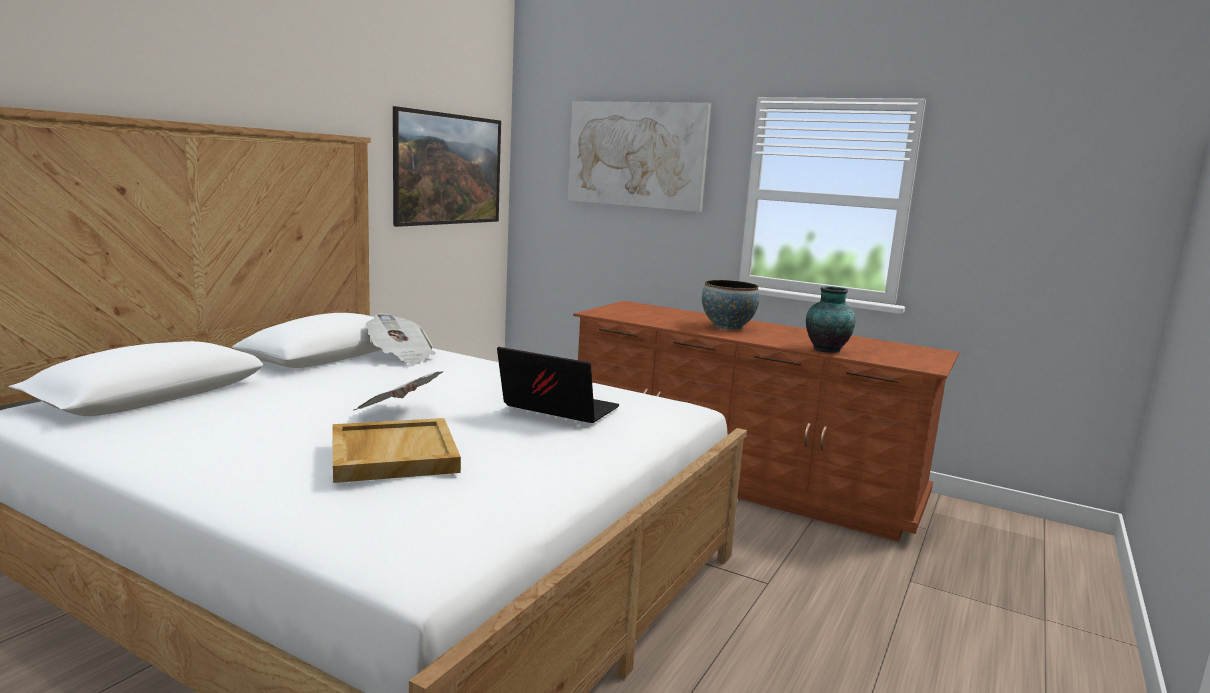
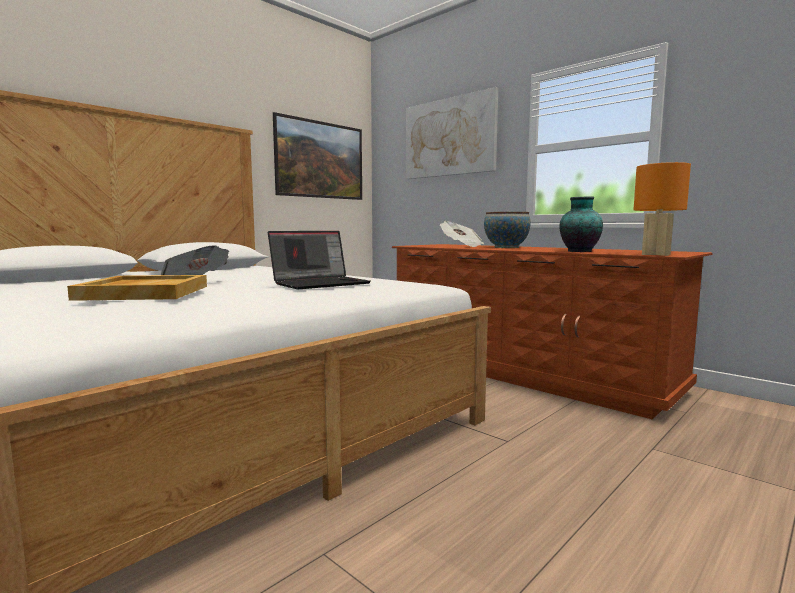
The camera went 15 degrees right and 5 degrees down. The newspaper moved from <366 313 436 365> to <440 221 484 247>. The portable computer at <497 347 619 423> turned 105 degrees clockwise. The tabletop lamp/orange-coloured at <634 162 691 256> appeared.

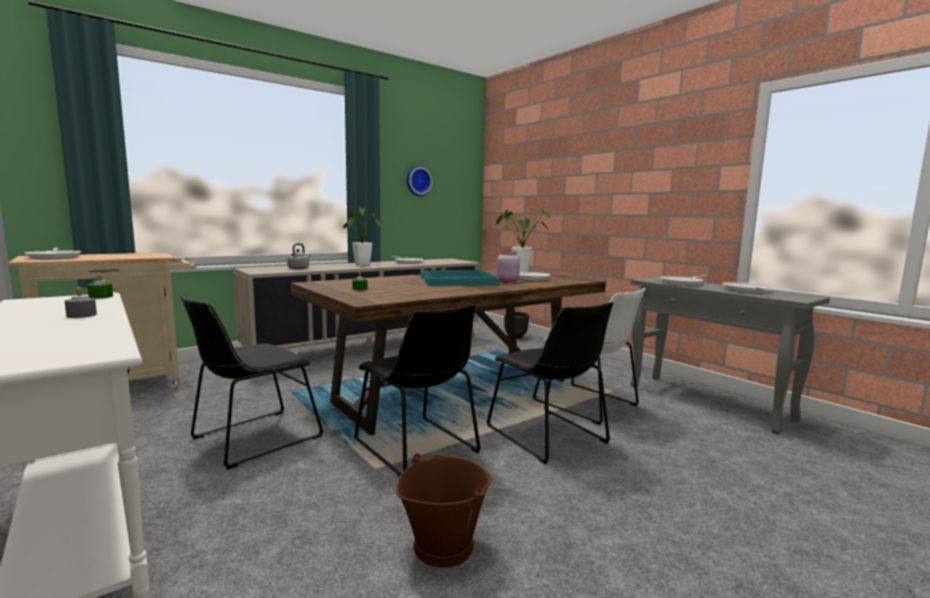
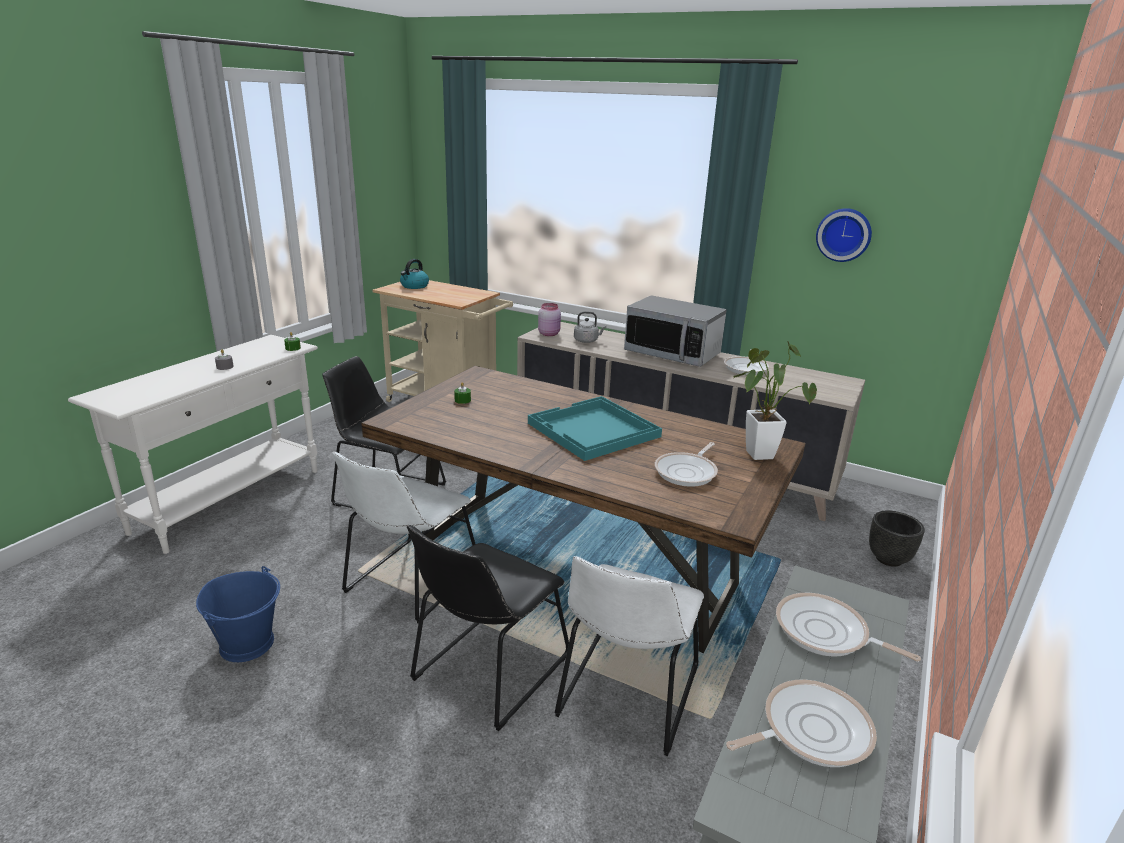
The camera went 65 degrees right and 15 degrees up. The houseplant at <343 207 383 266> was replaced by the microwave at <624 295 727 367>. The skillet at <25 248 81 259> was replaced by the kettle at <400 259 429 289>. The preserve jar/pink moved from <497 251 520 283> to <538 303 561 336>. The plain chair/blackish at <354 304 481 477> became the plain chair/whitish at <332 452 475 623>. The pail/brownish at <396 453 492 567> became the pail/blue at <196 566 280 662>.

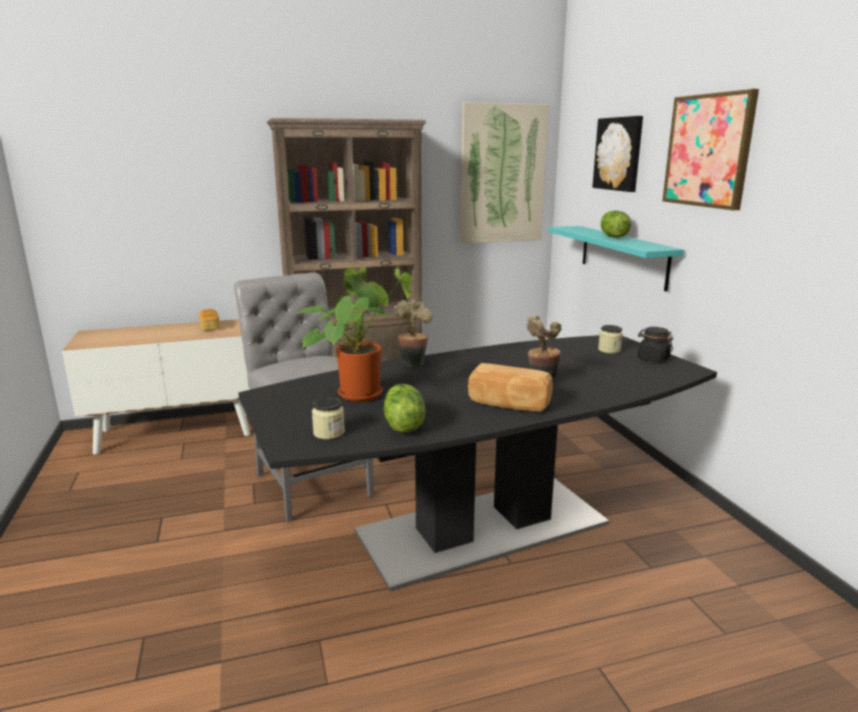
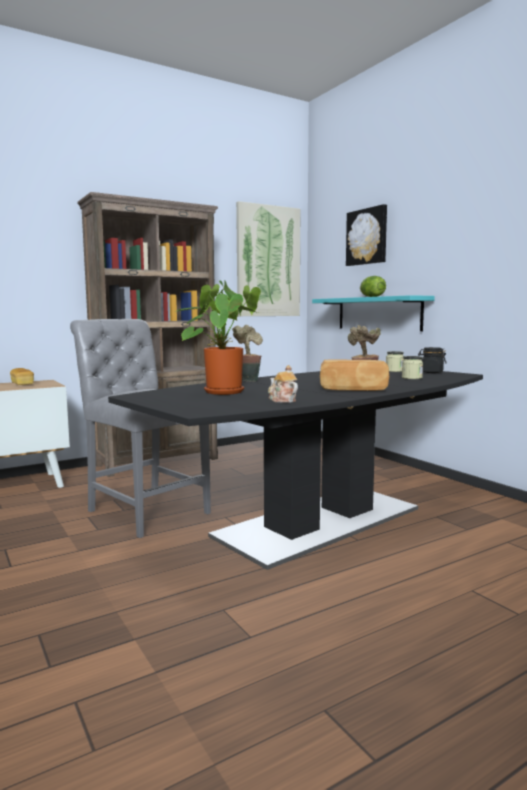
The camera went 15 degrees left and 10 degrees down. The picture at <662 89 759 210> disappeared. The head of lettuce at <384 384 426 433> was replaced by the pot for tea at <268 365 298 403>. The preserve jar moved from <312 397 345 439> to <402 356 423 379>.

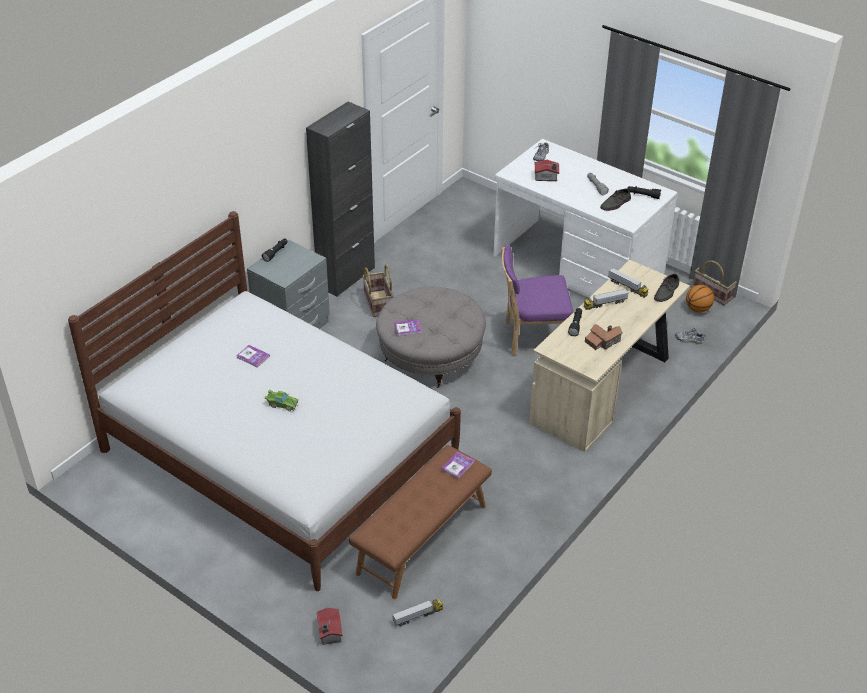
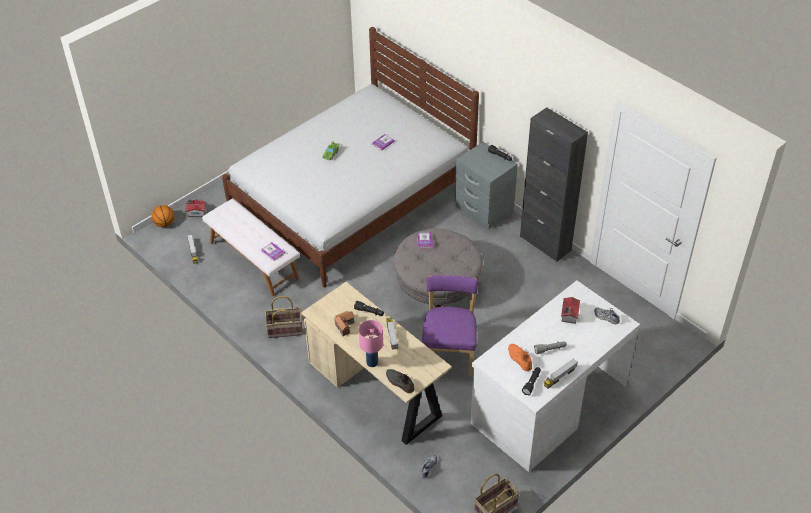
The camera went 100 degrees right and 5 degrees up. The low shoe/grey at <600 188 631 211> became the low shoe/orange-coloured at <508 344 532 371>. The basket moved from <363 264 394 317> to <265 296 303 338>. The toy truck moved from <608 268 649 297> to <544 358 578 389>. The ball for basketball moved from <686 285 714 312> to <152 205 174 227>. The indoor bench/brownish at <349 445 492 599> became the indoor bench/whitish at <202 199 300 296>. The tabletop lamp/pink at <359 320 383 367> appeared.

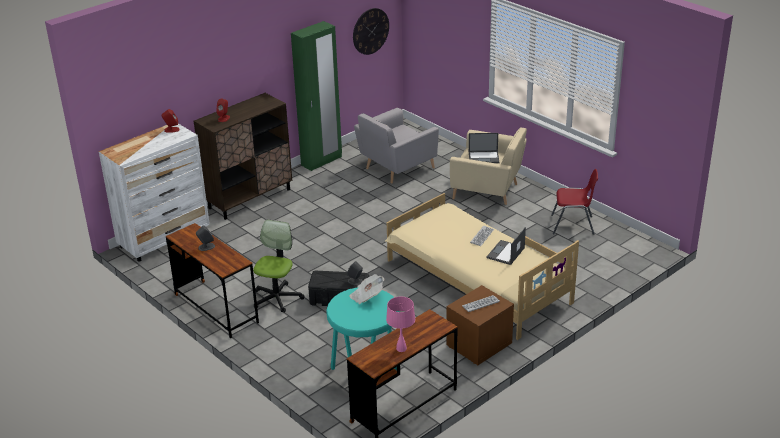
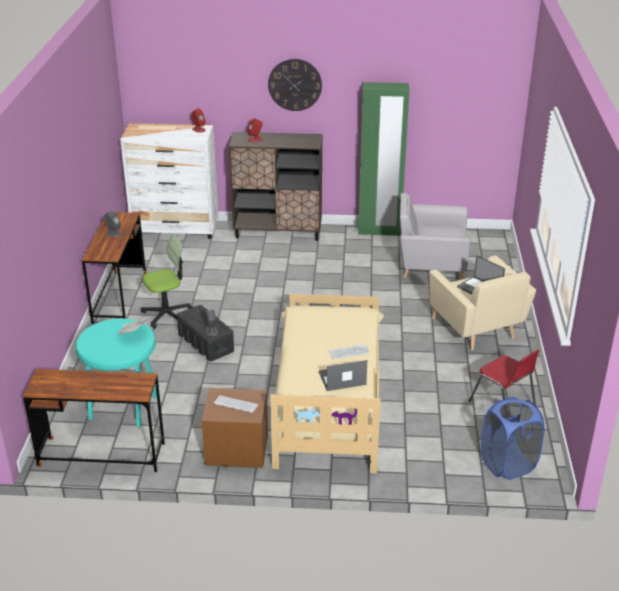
The camera went 45 degrees right and 0 degrees up. The wall clock moved from <353 8 389 55> to <268 59 322 111>. The tabletop lamp/pink at <386 297 415 352> disappeared. The laundry basket/blue at <481 397 545 480> appeared.

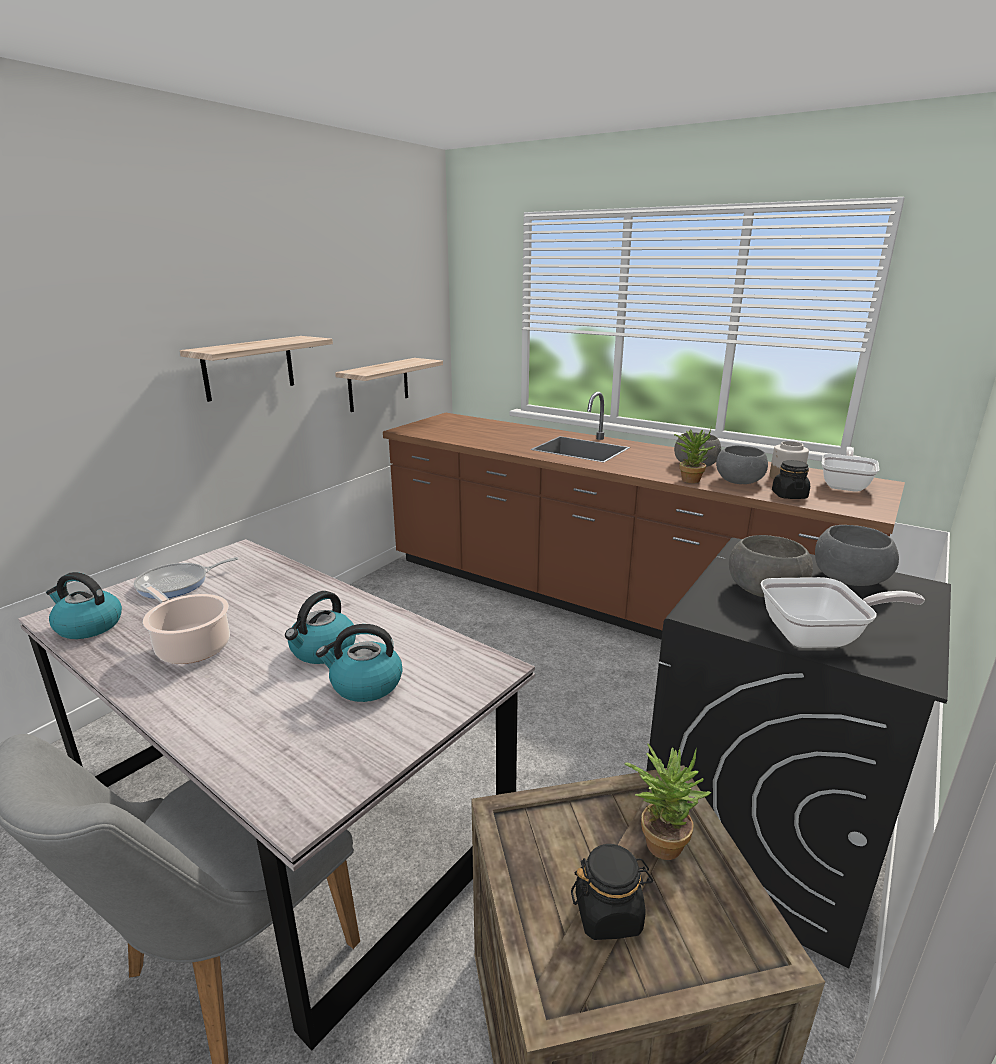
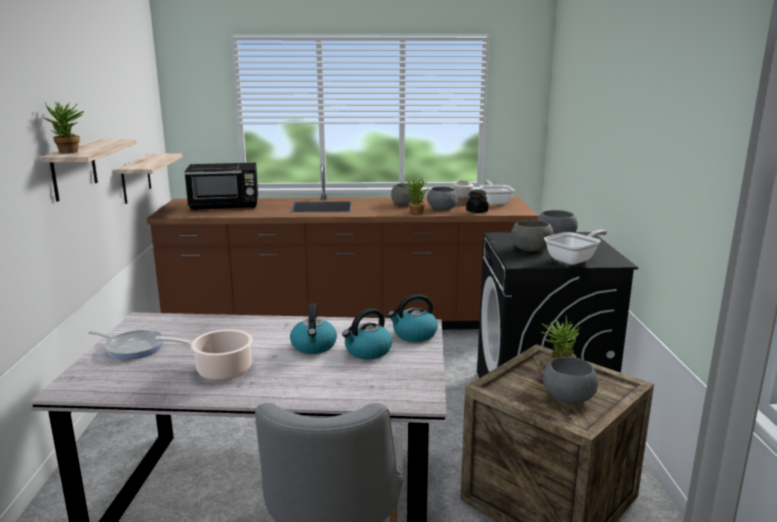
The camera went 35 degrees left and 5 degrees down. The skillet at <134 557 239 599> turned 90 degrees counterclockwise. The kettle moved from <46 572 122 639> to <388 294 438 342>. The preserve jar/blackish at <571 844 653 940> was replaced by the bowl/grey at <543 357 598 404>. The houseplant at <45 102 84 154> appeared. The microwave/blackish at <184 163 258 211> appeared.

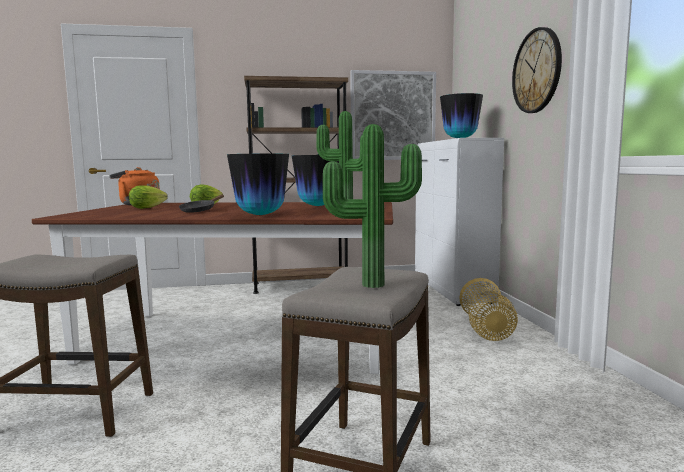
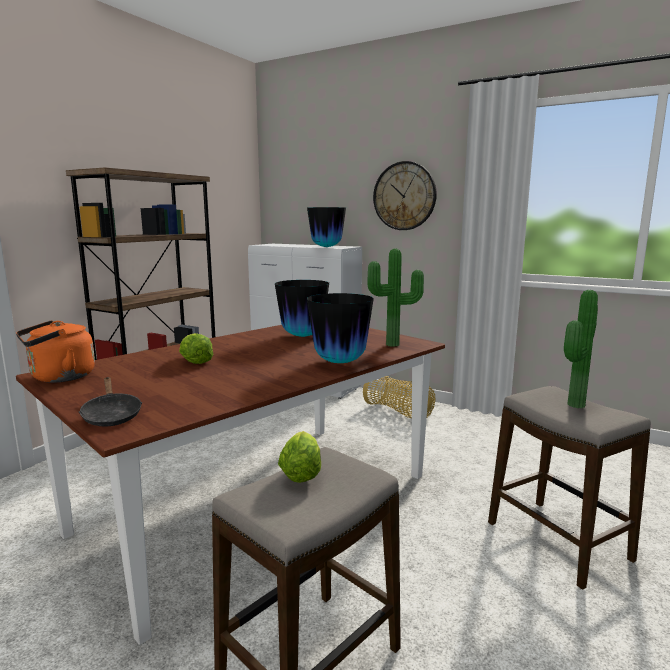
The camera went 50 degrees left and 5 degrees up. The picture at <350 70 436 160> disappeared. The head of lettuce moved from <129 185 168 209> to <278 431 321 483>. The skillet/blackish moved from <179 195 224 213> to <79 377 142 426>.

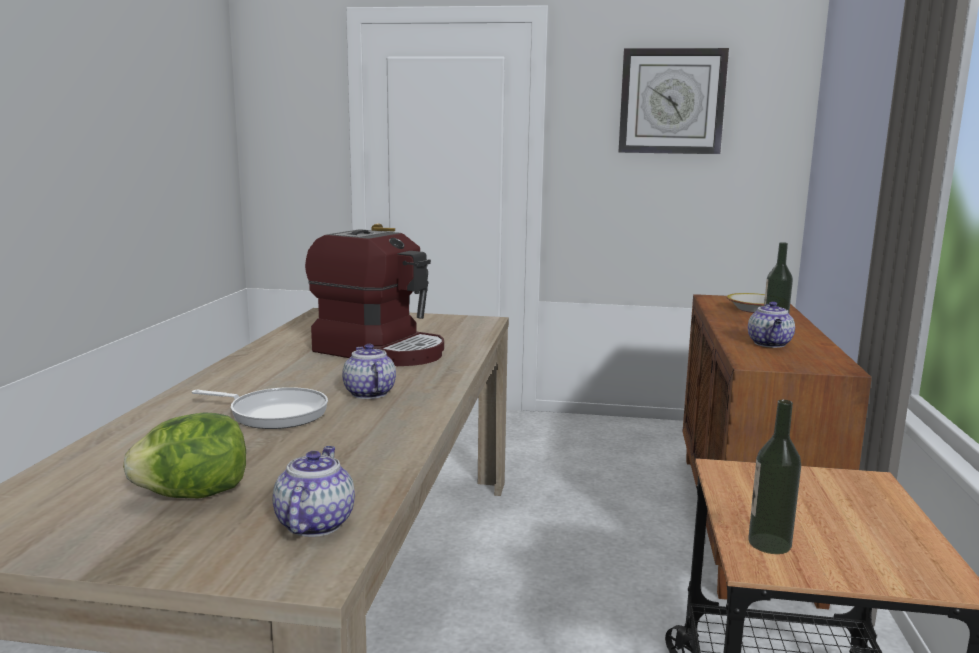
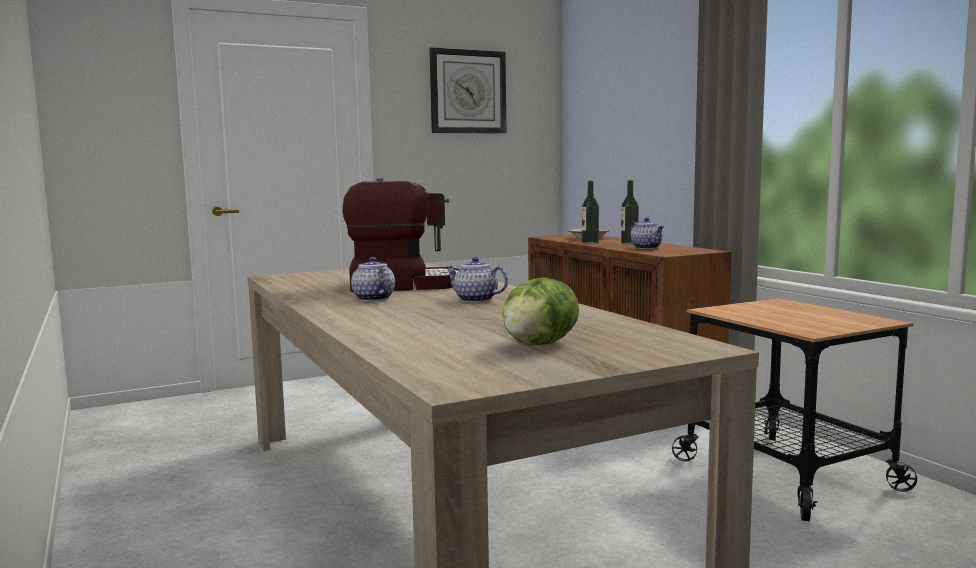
The camera went 35 degrees left and 5 degrees down. The skillet at <192 387 328 429> disappeared. The beverage bottle moved from <748 400 801 554> to <582 181 599 244>. The pot for tea moved from <272 446 355 537> to <351 257 395 301>.

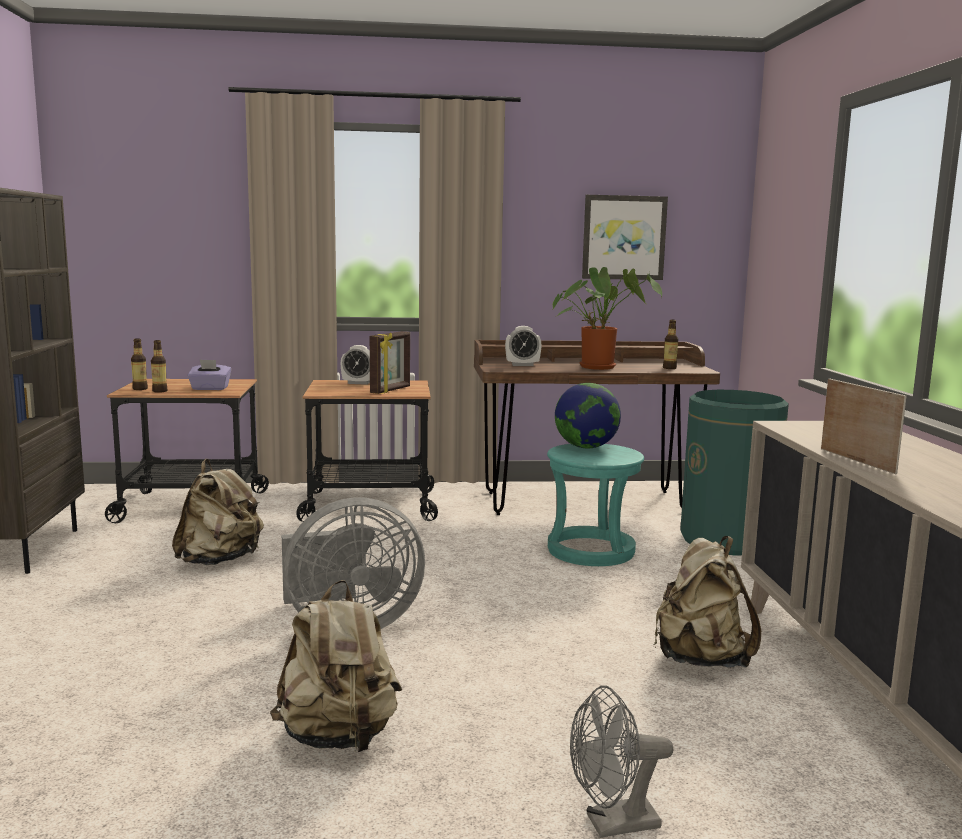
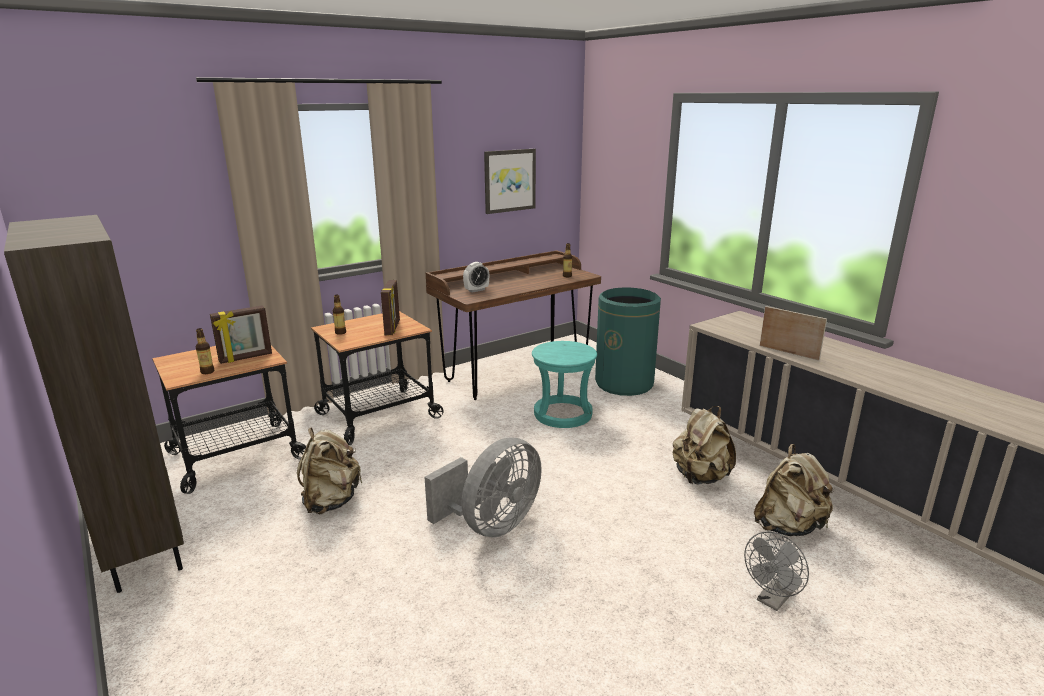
The camera went 30 degrees left and 10 degrees up. The houseplant at <553 267 662 370> disappeared. The beverage bottle moved from <131 338 148 390> to <333 295 346 335>. The table clock at <341 345 370 385> disappeared. The tissue holder/purple at <187 359 231 390> was replaced by the photo frame at <210 305 272 364>. The globe at <555 383 621 448> disappeared. The knapsack/sand-coloured moved from <270 580 402 752> to <754 444 835 536>.

